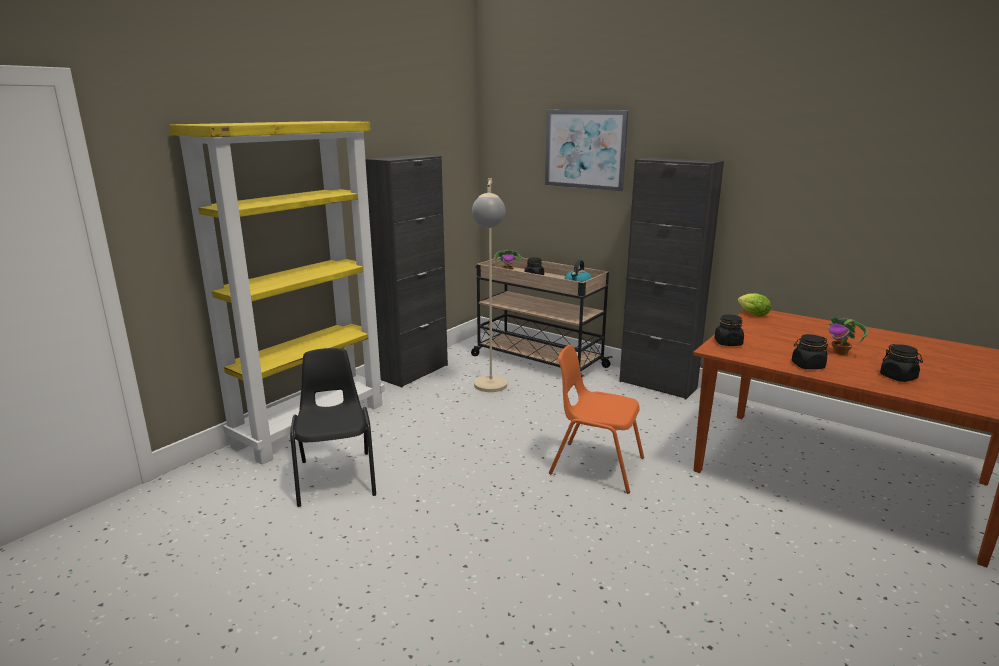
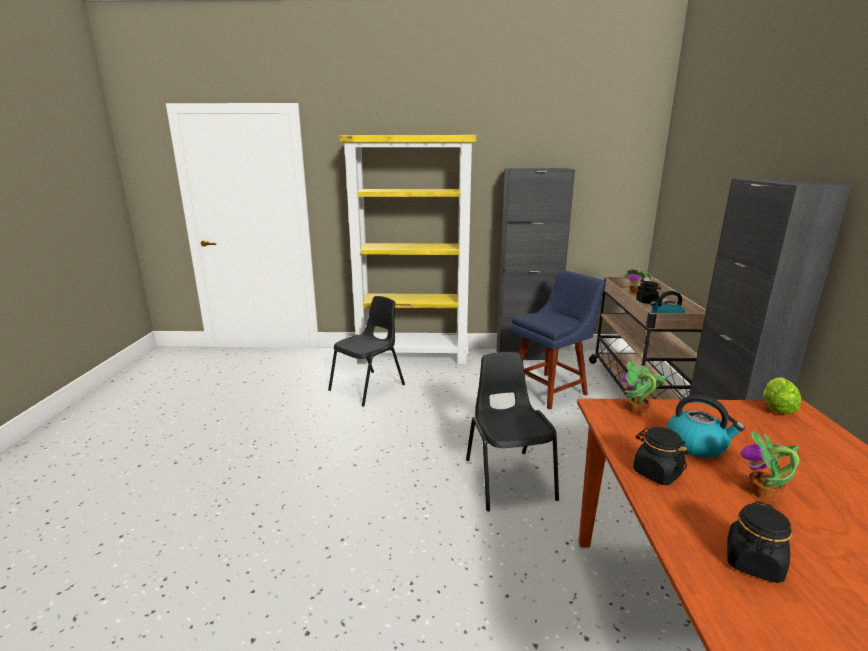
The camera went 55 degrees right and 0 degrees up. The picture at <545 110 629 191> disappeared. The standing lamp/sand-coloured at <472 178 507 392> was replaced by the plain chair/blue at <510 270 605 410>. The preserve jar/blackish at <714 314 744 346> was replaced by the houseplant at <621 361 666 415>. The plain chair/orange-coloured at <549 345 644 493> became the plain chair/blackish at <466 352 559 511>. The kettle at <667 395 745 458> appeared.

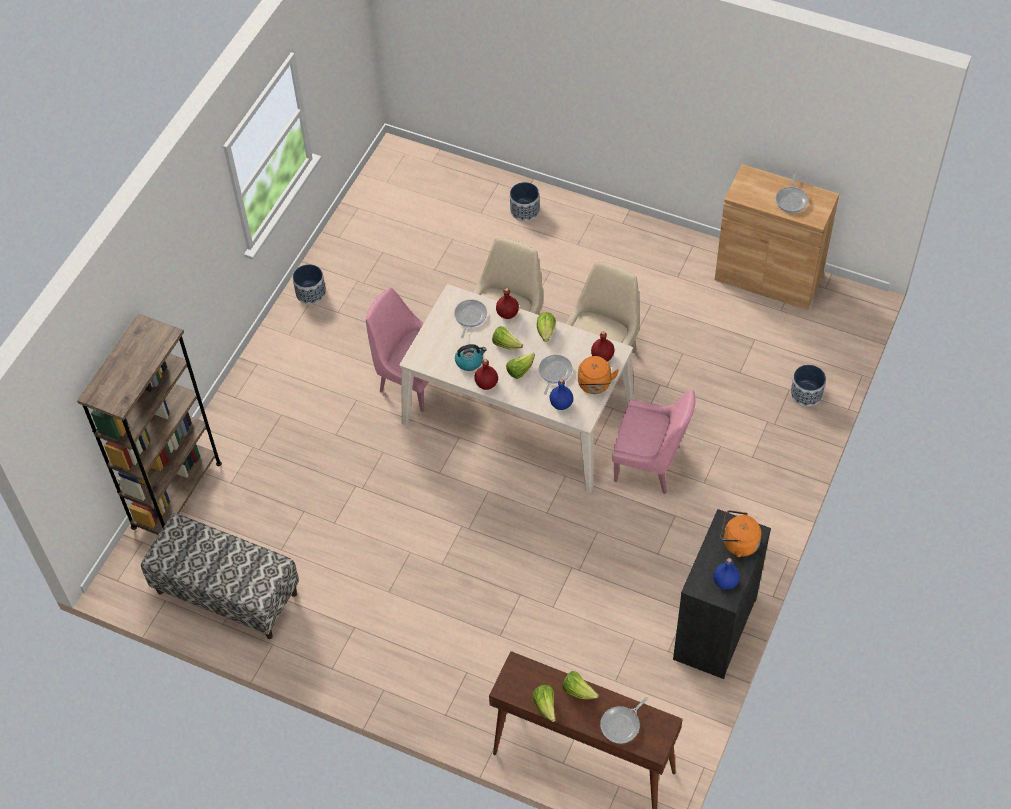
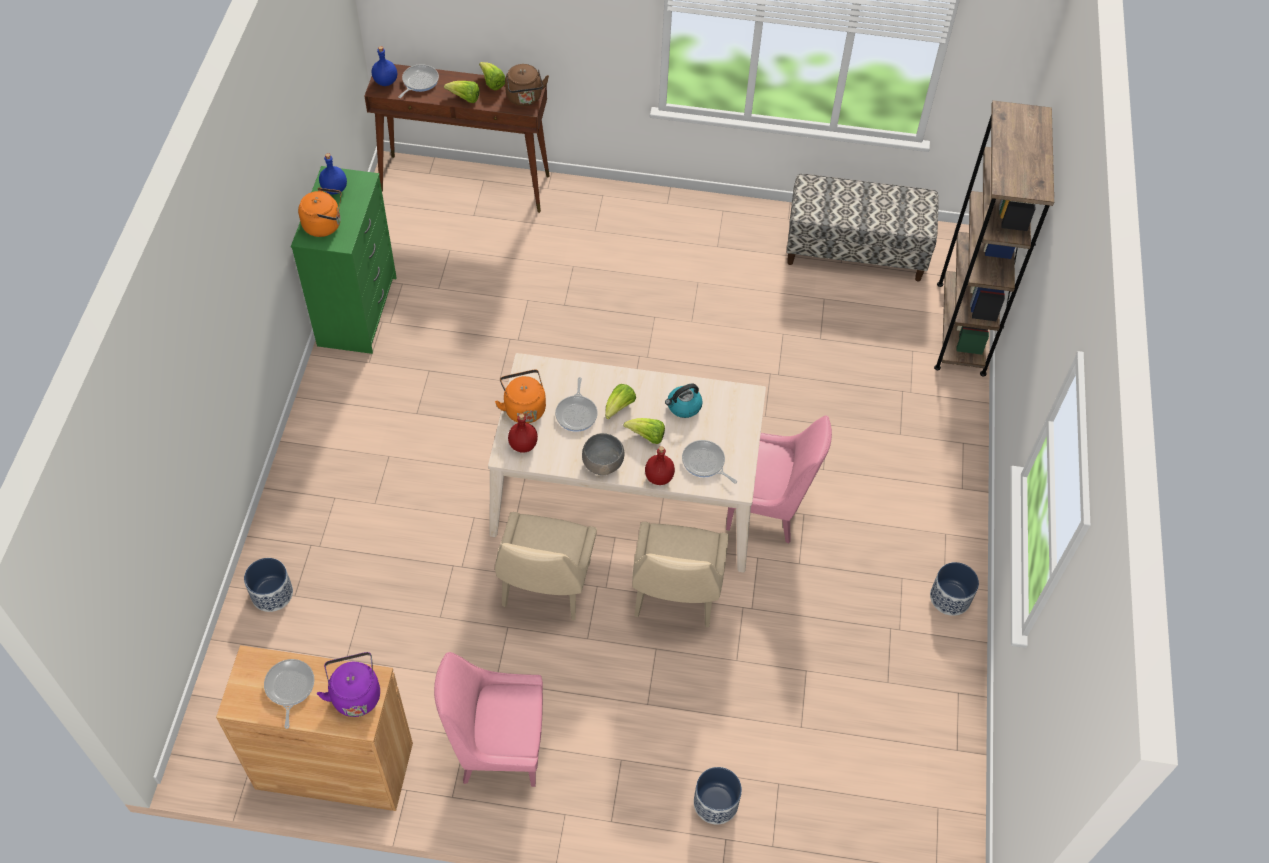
The camera went 160 degrees right and 0 degrees up. The skillet at <454 299 487 338> turned 135 degrees clockwise. The head of lettuce at <537 312 556 342> was replaced by the bowl/grey at <582 433 625 475>. The beverage bottle/reddish at <474 359 498 390> disappeared. The beverage bottle/blue moved from <550 379 573 410> to <371 46 397 86>. The plain chair/pink moved from <612 389 695 494> to <434 652 543 787>. The dresser/blackish at <673 509 771 679> became the dresser/green-coloured at <291 166 397 354>. The kettle/brownish at <505 64 549 106> appeared. The kettle/purple at <317 652 380 717> appeared.

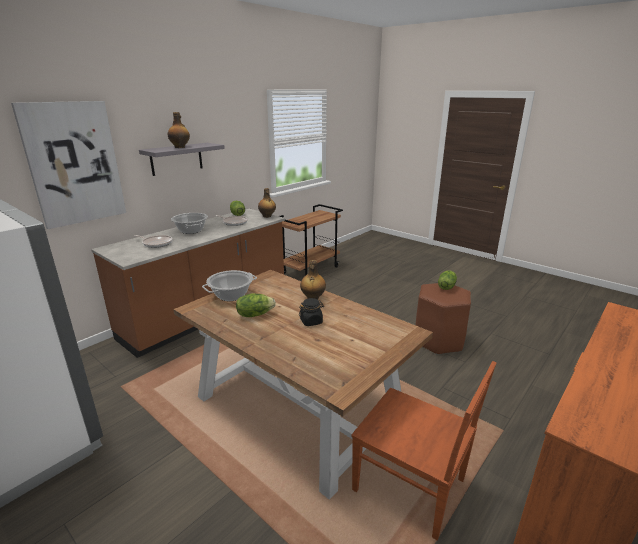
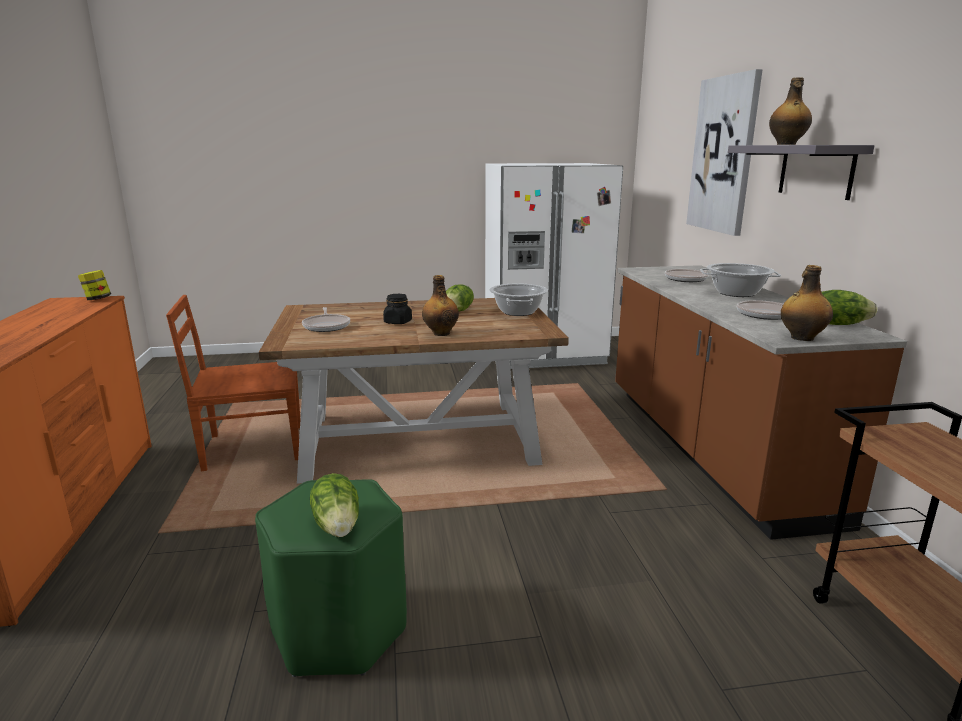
The camera went 130 degrees right and 5 degrees down. The sitting stool/brownish at <416 283 471 355> became the sitting stool/green-coloured at <255 479 407 677>. The preserve jar at <78 270 111 300> appeared. The skillet at <302 307 350 332> appeared.

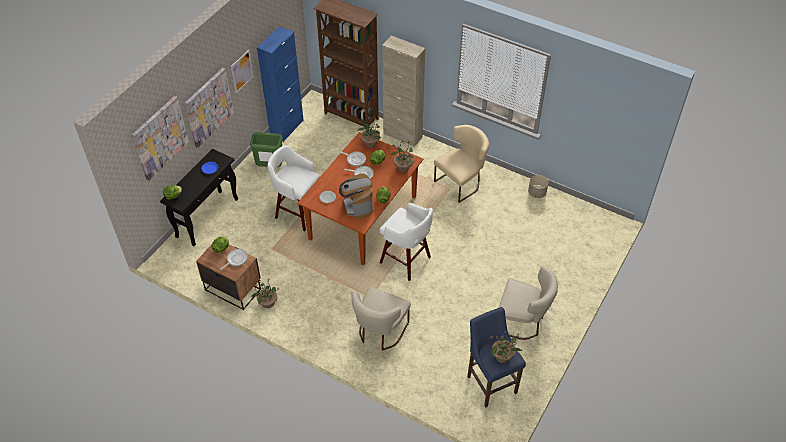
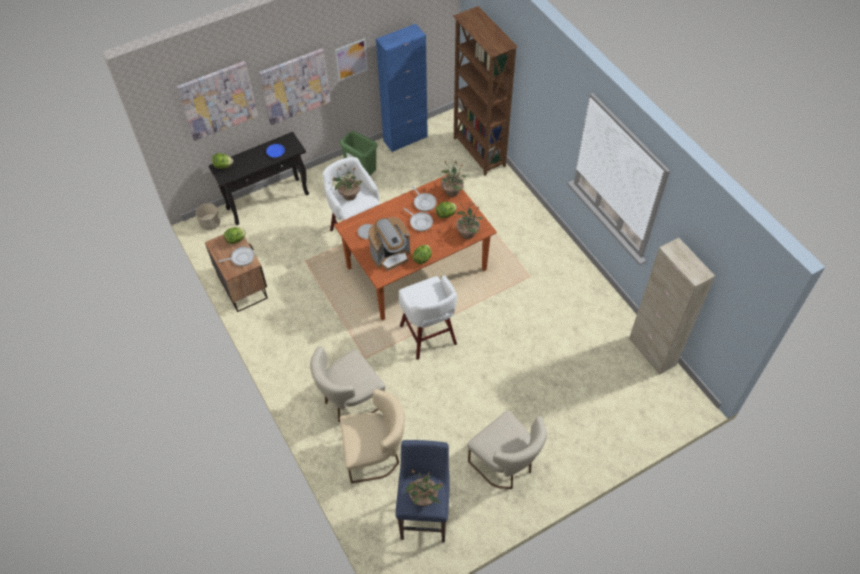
The camera went 30 degrees right and 5 degrees up. The cabinet/sand-coloured moved from <382 36 425 147> to <629 238 715 375>. The plain chair/sand-coloured moved from <434 125 489 203> to <340 389 405 483>. The coffee brewer at <339 174 373 219> turned 135 degrees counterclockwise. The plant pot/sand-coloured moved from <528 175 549 198> to <196 203 221 230>. The houseplant moved from <251 279 280 308> to <332 164 363 201>.

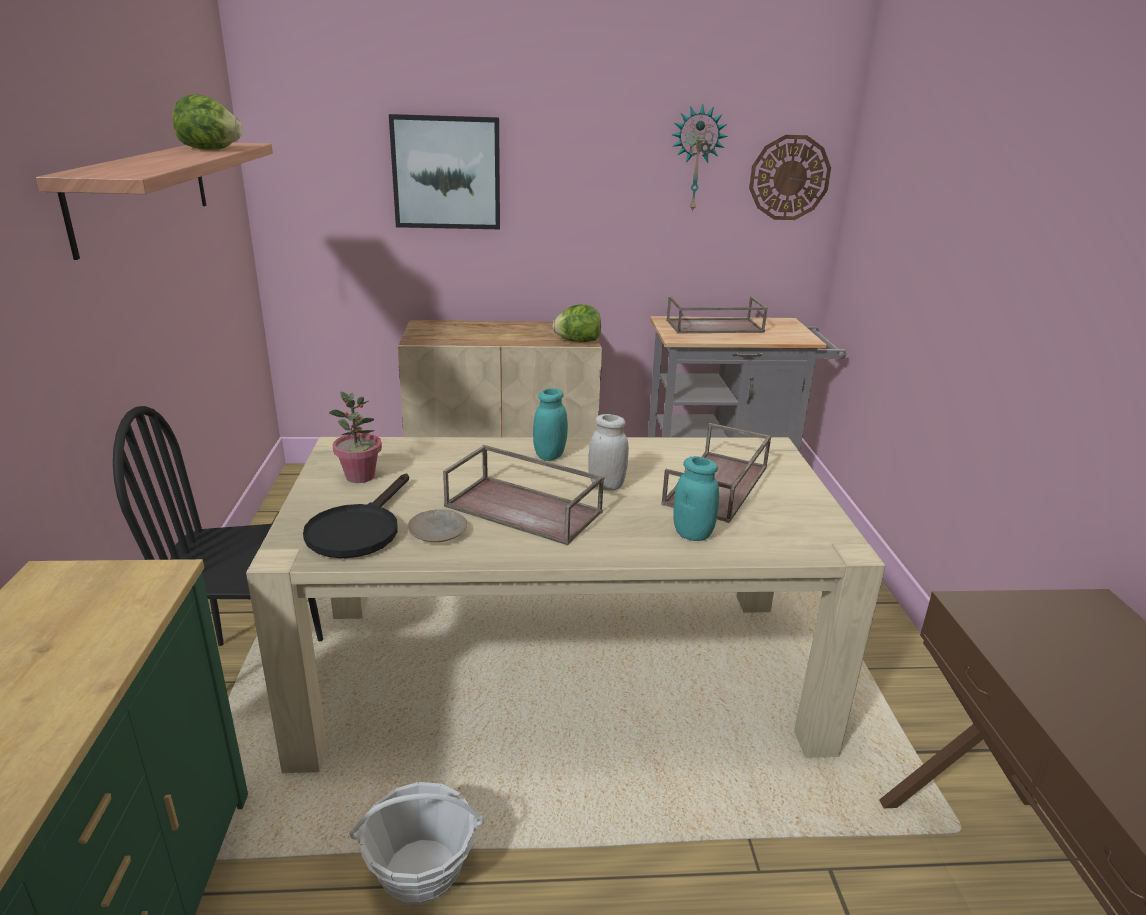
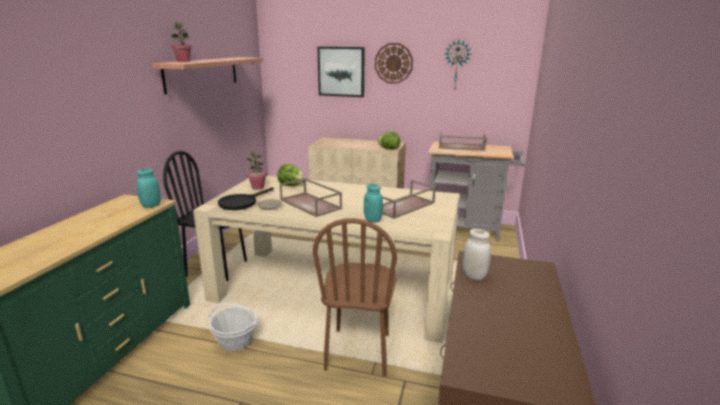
The camera went 20 degrees right and 5 degrees down. The head of lettuce moved from <172 94 243 150> to <277 164 306 186>. The wall clock moved from <749 135 831 220> to <375 43 413 84>. The preserve jar/turquoise moved from <533 388 568 461> to <137 169 161 208>. The preserve jar/whitish moved from <588 414 629 491> to <463 229 491 280>. The houseplant at <171 22 192 62> appeared. The plain chair/brownish at <313 218 397 377> appeared.

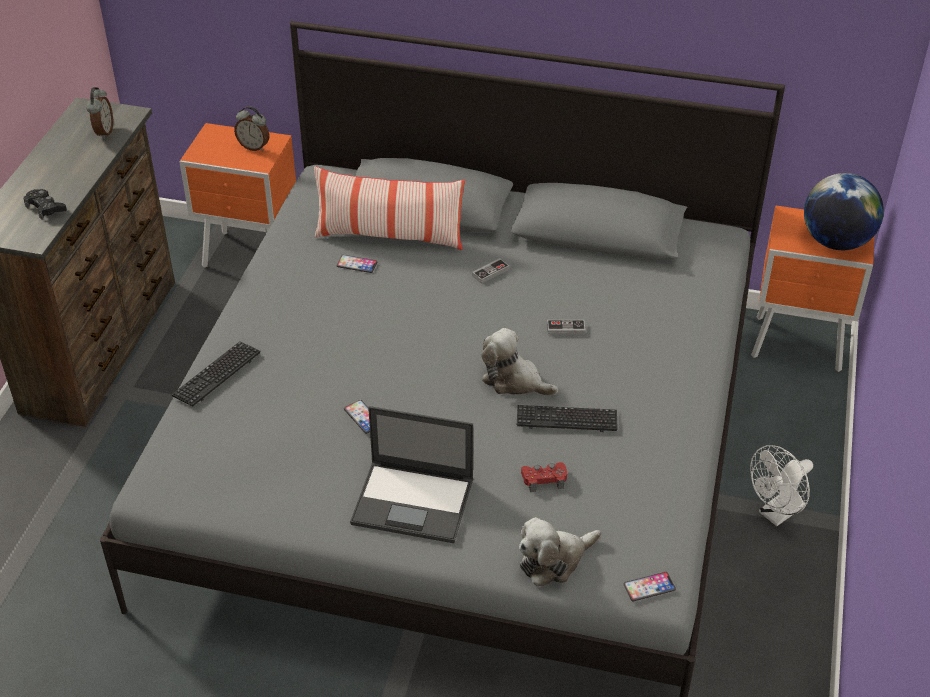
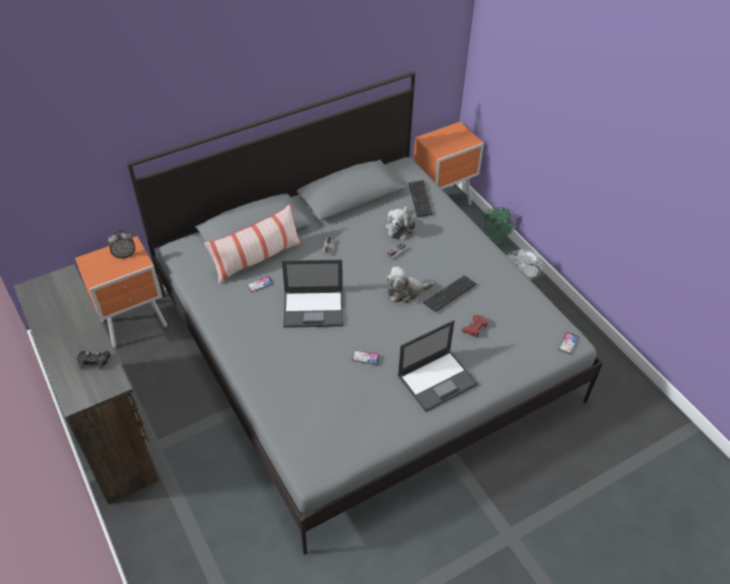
The camera went 45 degrees left and 5 degrees up. The table clock at <86 87 113 139> disappeared. The globe at <804 173 884 250> disappeared. The keyboard moved from <171 341 261 406> to <408 180 433 217>. The soft toy moved from <519 517 601 587> to <385 206 416 240>. The electric fan/green-coloured at <479 207 517 246> appeared. The portable computer at <282 260 343 328> appeared.

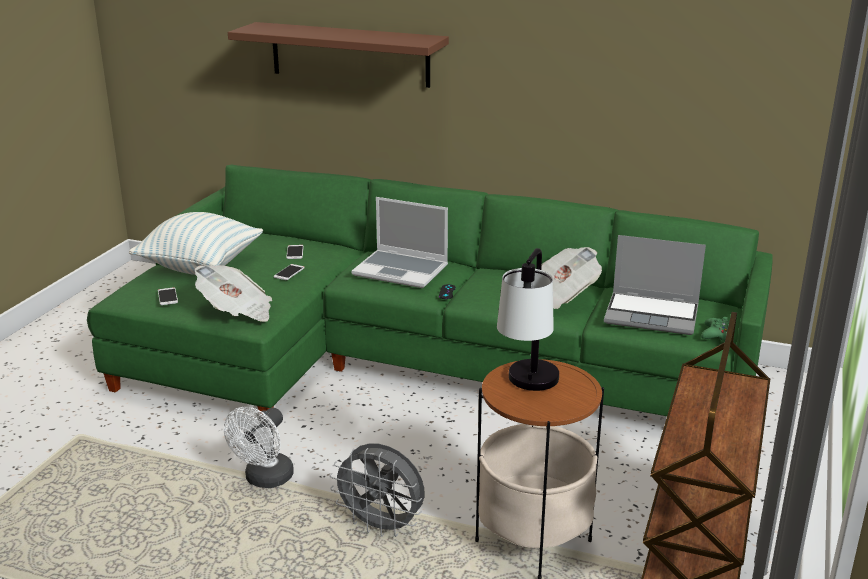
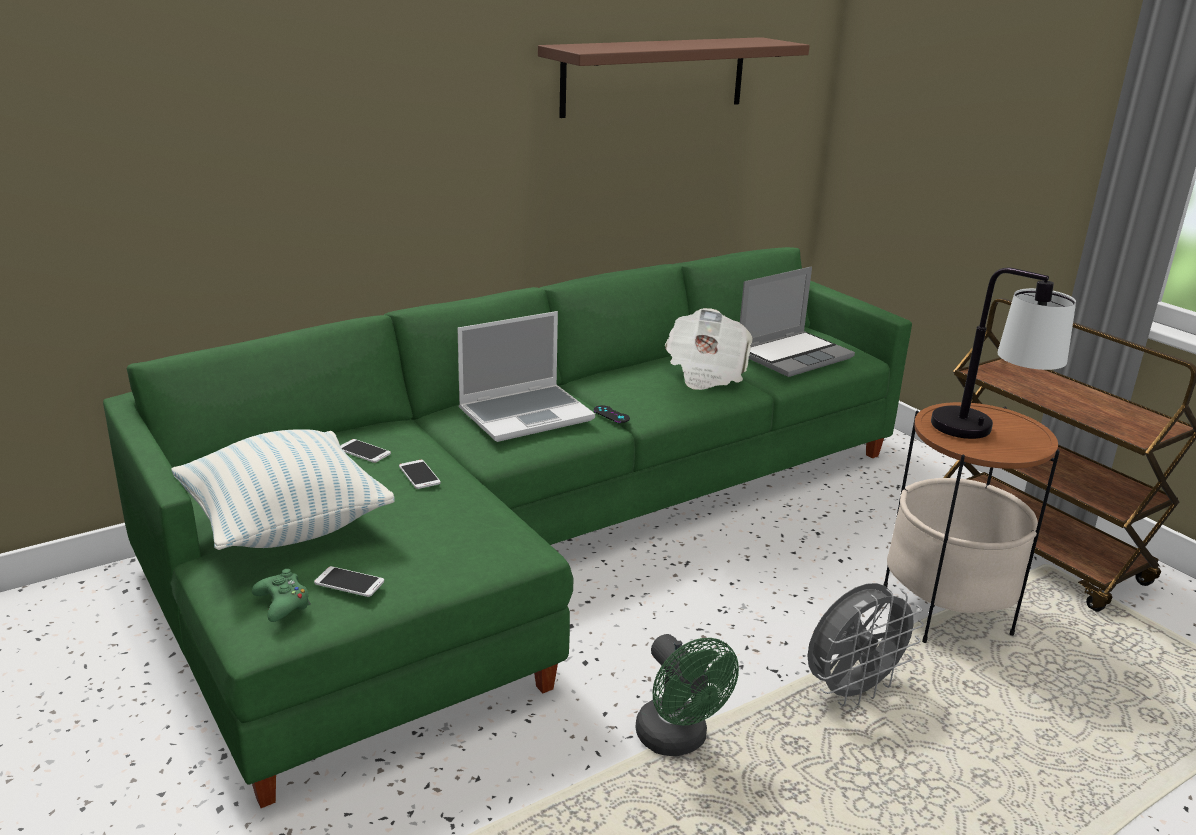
The camera went 55 degrees left and 0 degrees up. The shelf/brownish moved from <228 22 449 88> to <538 37 810 118>. The newspaper at <195 265 272 322> disappeared. The gamepad/green-coloured moved from <701 317 729 341> to <252 569 311 622>. The electric fan/whitish at <224 407 294 488> became the electric fan/green-coloured at <636 634 739 756>.

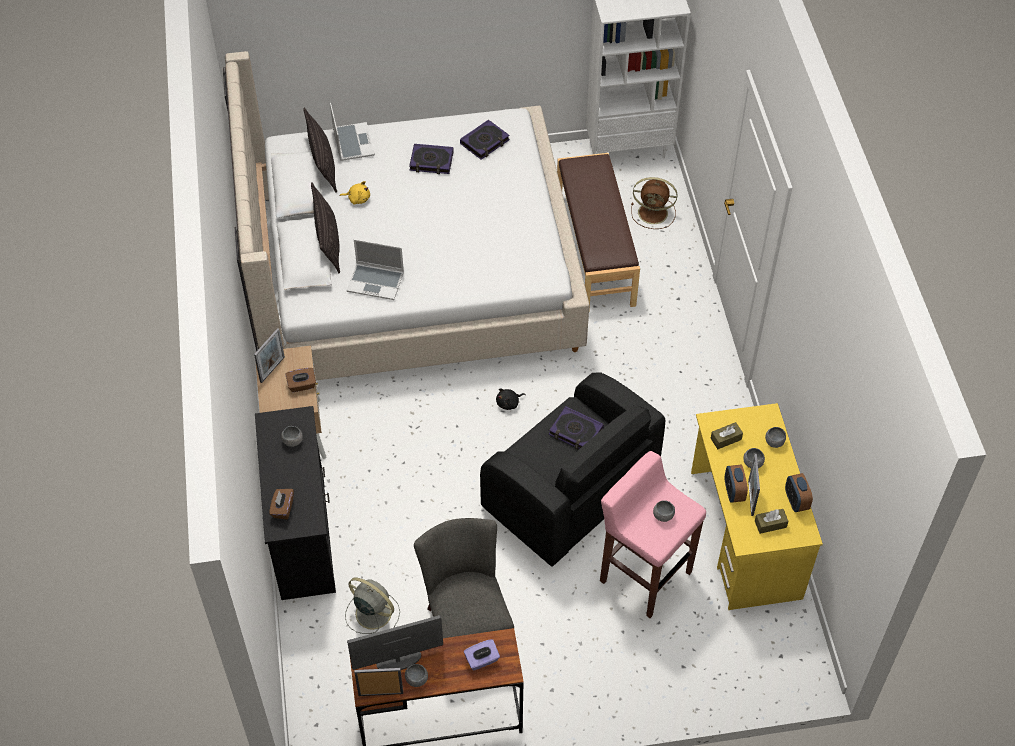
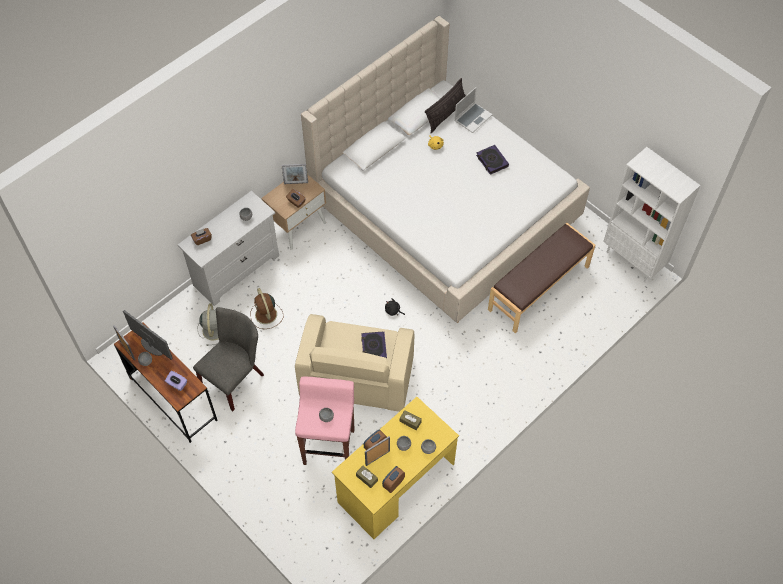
The camera went 55 degrees right and 5 degrees up. The volume at <460 120 510 159> disappeared. The electric fan/brownish moved from <631 177 678 229> to <250 288 283 329>. The pillow at <311 183 340 273> disappeared. The portable computer at <346 239 404 300> disappeared. The armchair/blackish at <480 372 665 567> became the armchair/sand-coloured at <295 314 414 412>. The dresser/blackish at <255 406 336 600> became the dresser/whitish at <178 191 279 306>.

